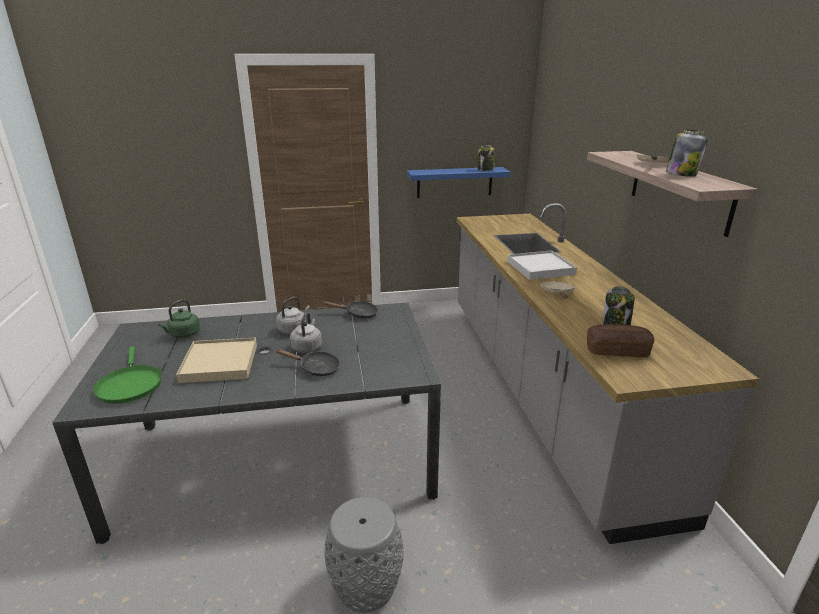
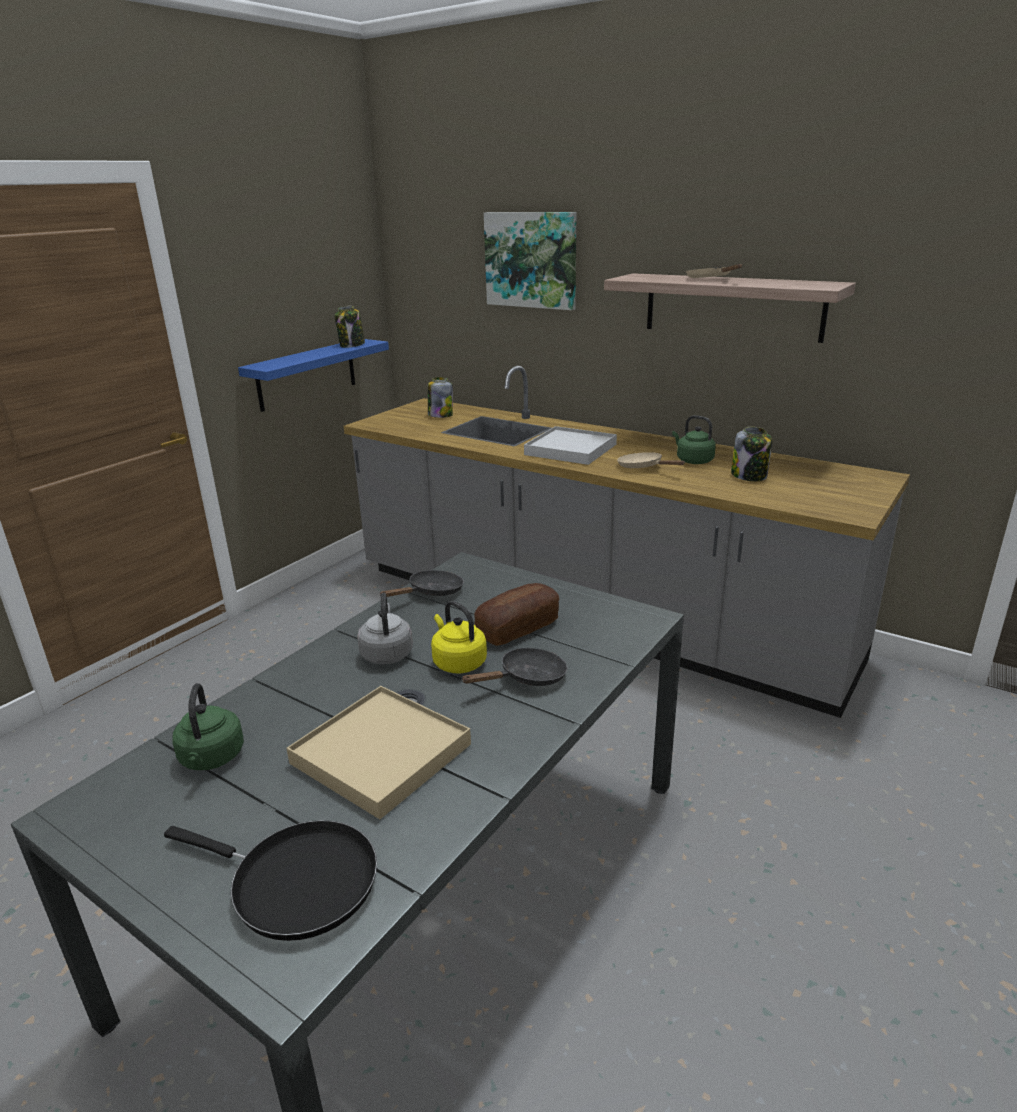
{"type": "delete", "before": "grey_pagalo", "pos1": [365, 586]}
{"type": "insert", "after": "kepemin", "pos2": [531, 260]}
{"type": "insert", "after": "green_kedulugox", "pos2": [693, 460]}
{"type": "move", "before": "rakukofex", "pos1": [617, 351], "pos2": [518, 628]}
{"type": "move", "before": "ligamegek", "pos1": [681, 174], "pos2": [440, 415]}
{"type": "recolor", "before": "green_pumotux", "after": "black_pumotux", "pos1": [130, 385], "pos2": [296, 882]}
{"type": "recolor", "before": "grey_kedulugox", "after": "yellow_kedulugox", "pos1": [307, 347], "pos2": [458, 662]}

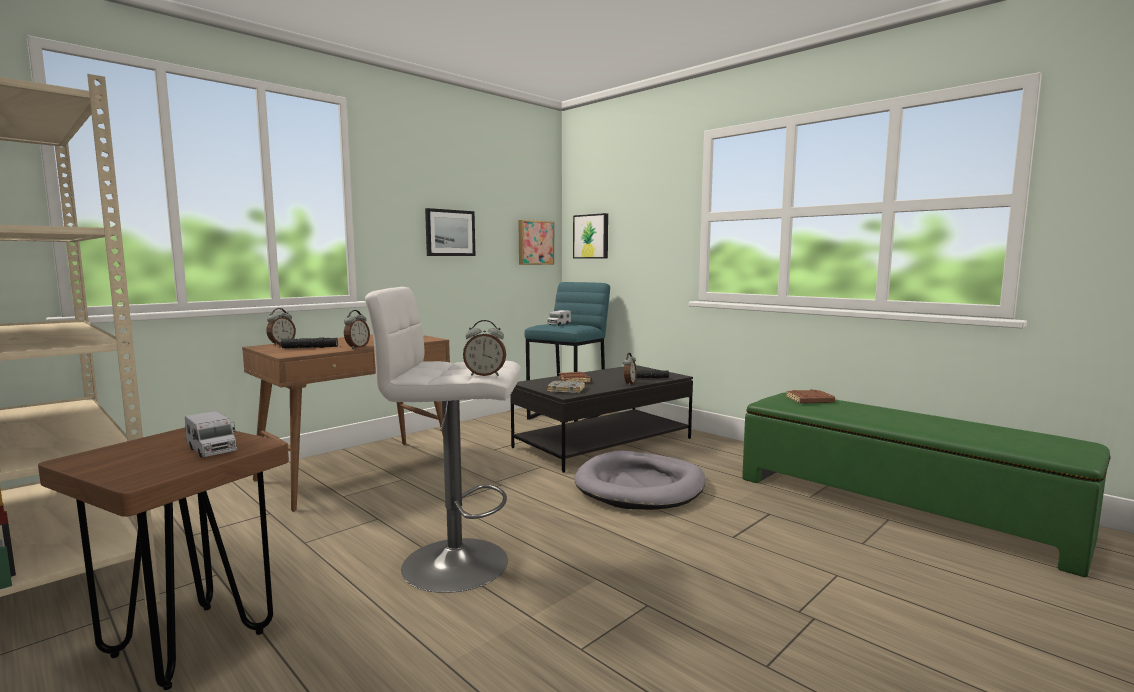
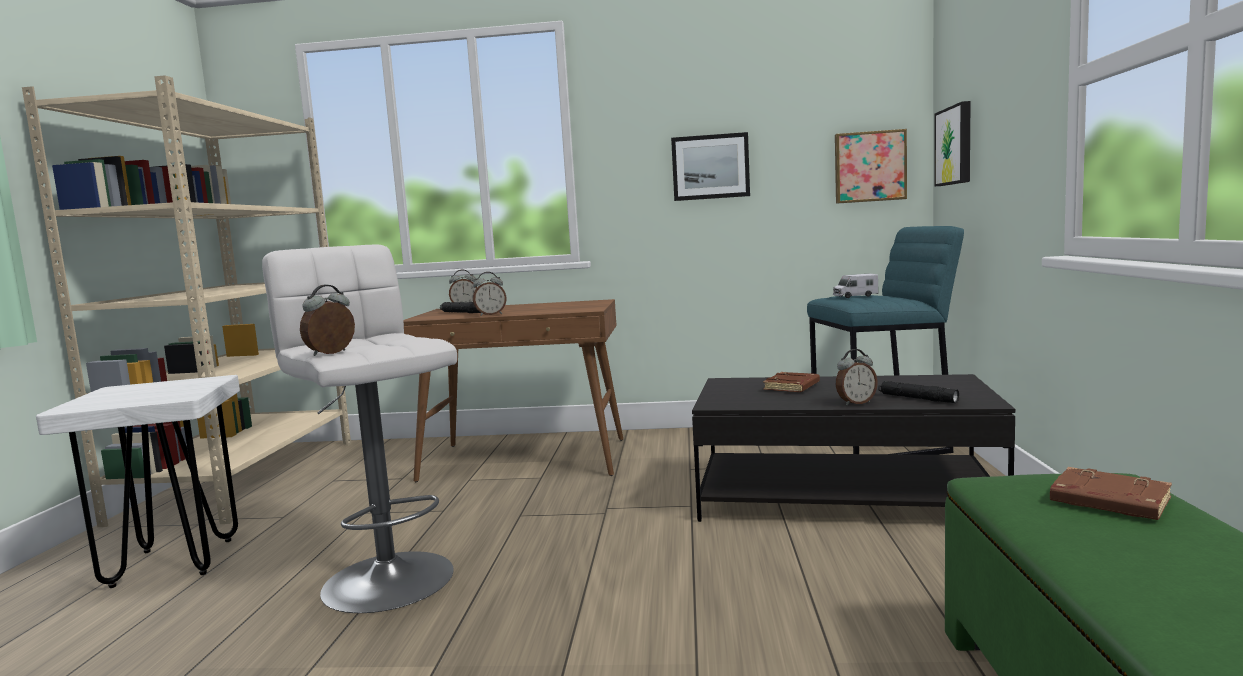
{"type": "delete", "before": "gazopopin", "pos1": [212, 450]}
{"type": "delete", "before": "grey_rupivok", "pos1": [566, 390]}
{"type": "delete", "before": "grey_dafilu", "pos1": [640, 486]}
{"type": "recolor", "before": "brown_pagalo", "after": "white_pagalo", "pos1": [188, 644], "pos2": [174, 562]}
{"type": "rotate", "before": "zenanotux", "pos1": [485, 375], "pos2": [332, 353], "turn": 75}

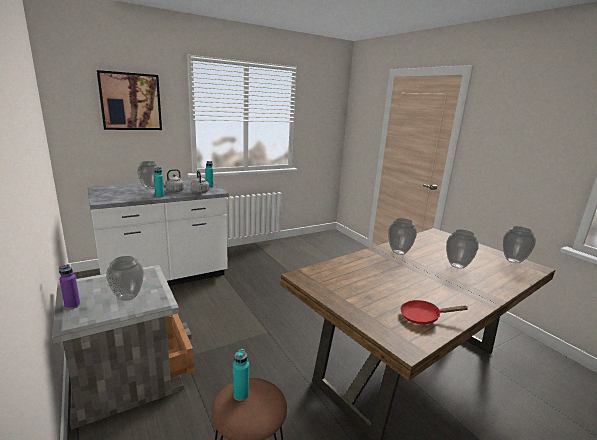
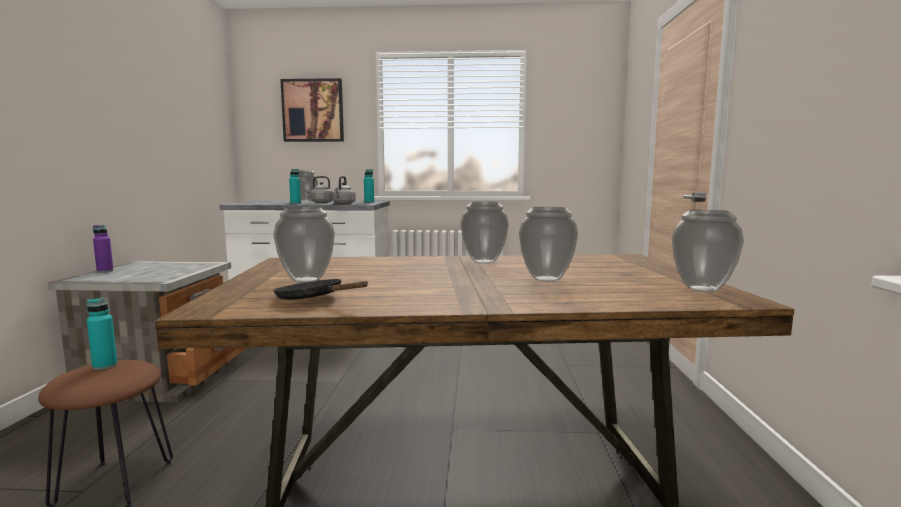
{"type": "move", "before": "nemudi", "pos1": [128, 297], "pos2": [307, 280]}
{"type": "recolor", "before": "red_pumotux", "after": "black_pumotux", "pos1": [423, 317], "pos2": [314, 299]}

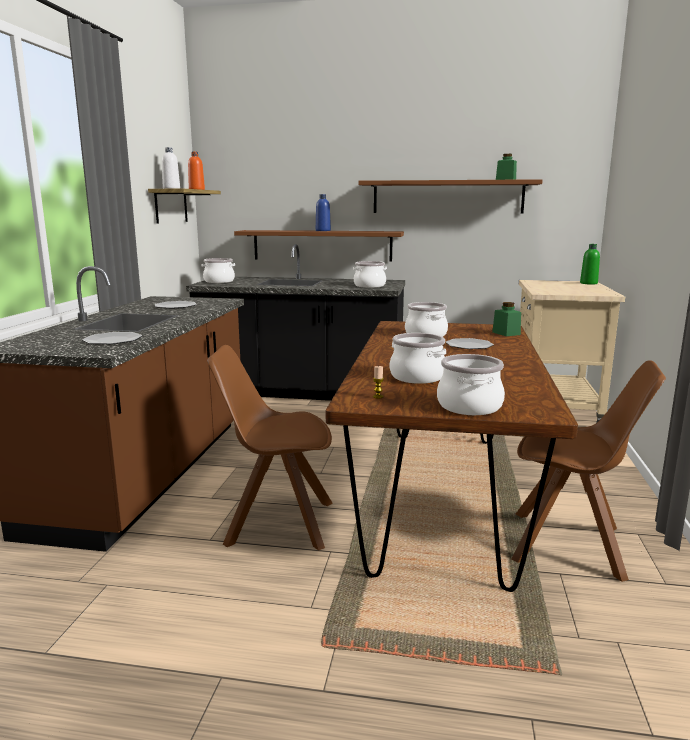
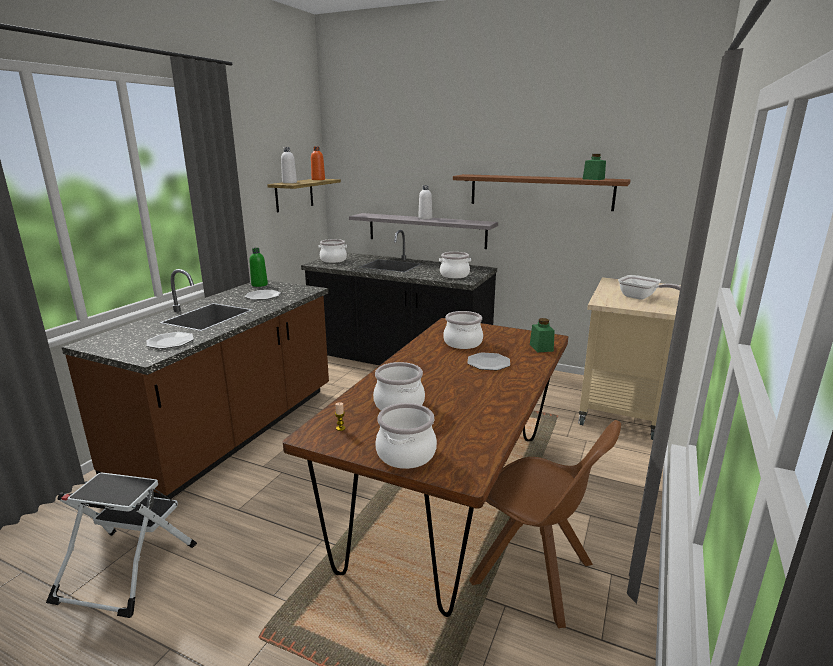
{"type": "delete", "before": "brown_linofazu", "pos1": [277, 523]}
{"type": "insert", "after": "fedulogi", "pos2": [126, 568]}
{"type": "insert", "after": "pumotux", "pos2": [641, 297]}
{"type": "move", "before": "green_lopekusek", "pos1": [588, 283], "pos2": [259, 284]}
{"type": "recolor", "before": "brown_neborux", "after": "grey_neborux", "pos1": [322, 245], "pos2": [426, 230]}
{"type": "recolor", "before": "blue_lopekusek", "after": "white_lopekusek", "pos1": [323, 230], "pos2": [425, 218]}

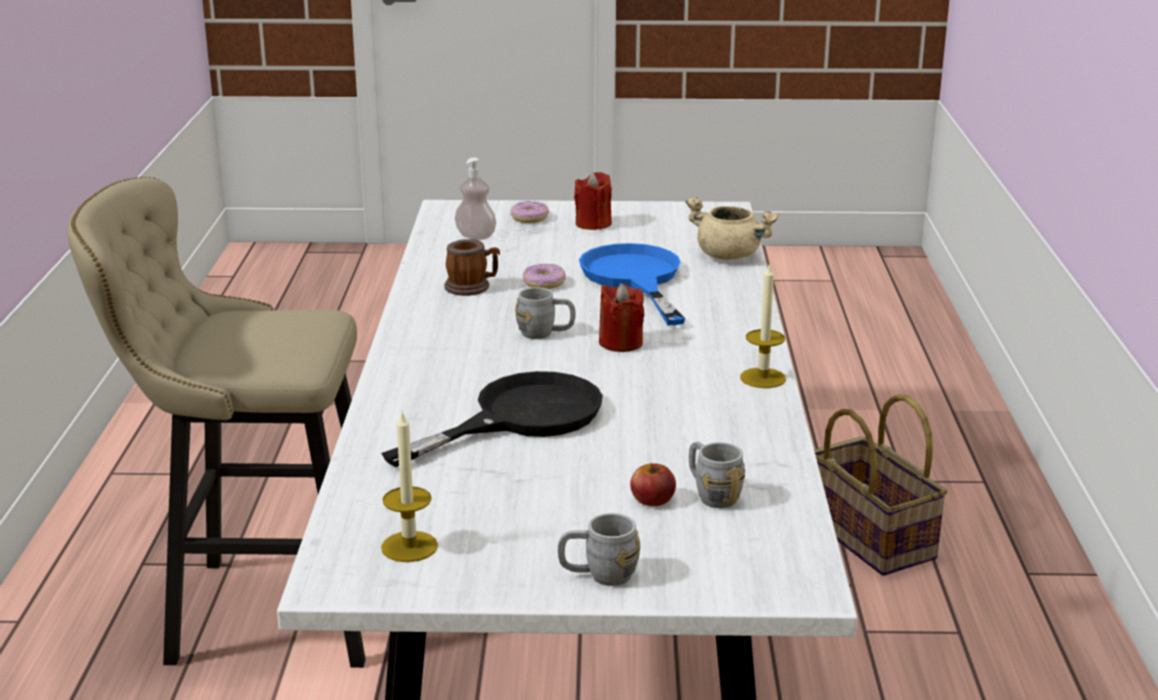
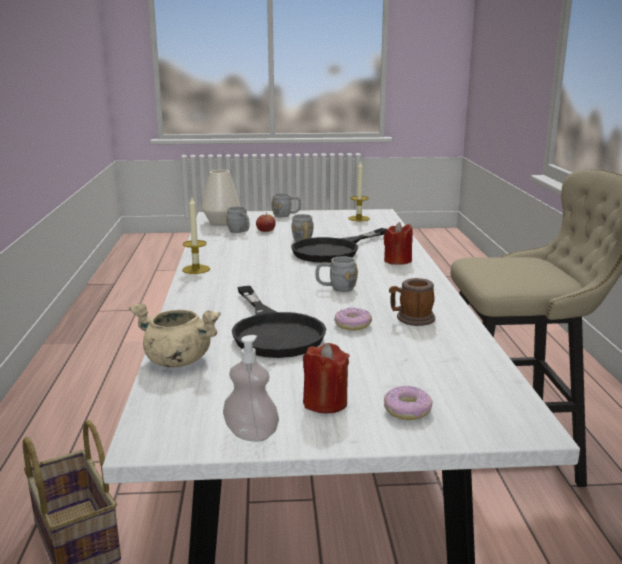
{"type": "insert", "after": "white_nemudi", "pos2": [221, 221]}
{"type": "insert", "after": "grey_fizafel", "pos2": [300, 238]}
{"type": "move", "before": "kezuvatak", "pos1": [475, 236], "pos2": [251, 434]}
{"type": "move", "before": "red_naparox", "pos1": [620, 343], "pos2": [397, 261]}
{"type": "recolor", "before": "blue_pumotux", "after": "black_pumotux", "pos1": [635, 279], "pos2": [274, 331]}

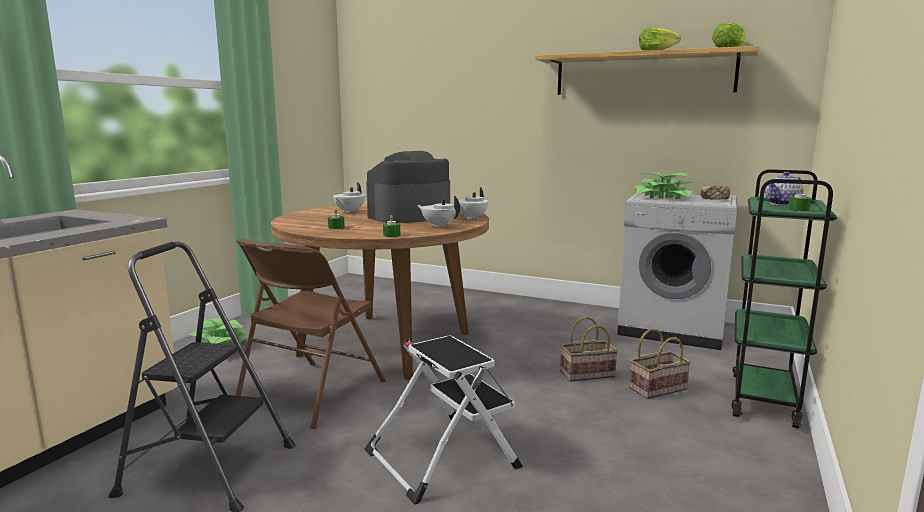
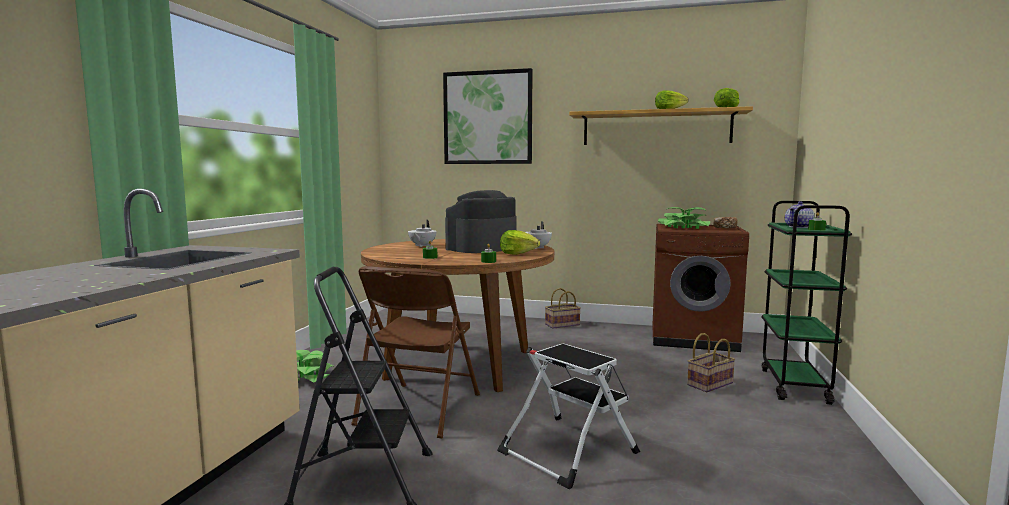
{"type": "insert", "after": "kepemin", "pos2": [487, 118]}
{"type": "move", "before": "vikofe", "pos1": [586, 375], "pos2": [562, 325]}
{"type": "replace", "before": "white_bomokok", "after": "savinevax", "pos1": [438, 226], "pos2": [518, 254]}
{"type": "recolor", "before": "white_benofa", "after": "brown_benofa", "pos1": [672, 330], "pos2": [694, 339]}

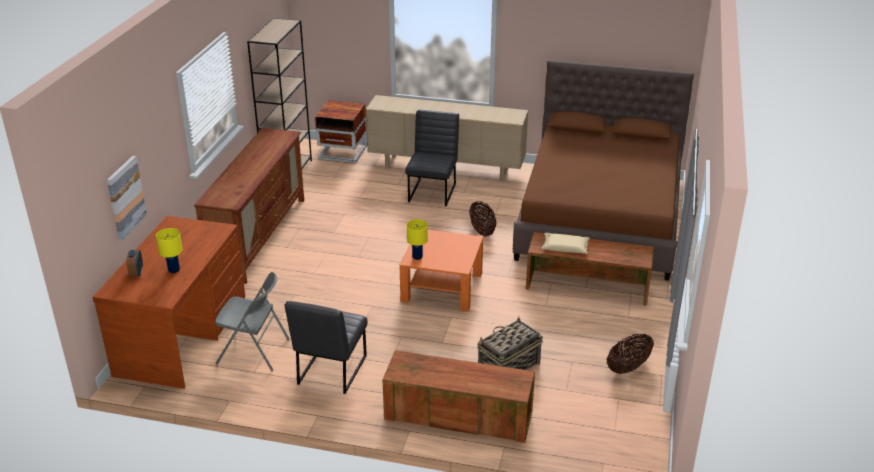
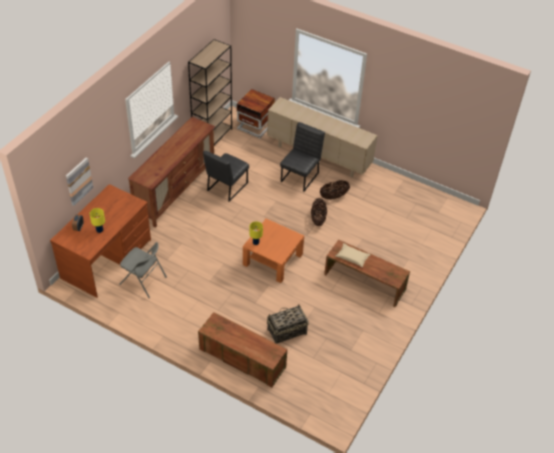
{"type": "delete", "before": "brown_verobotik", "pos1": [600, 218]}
{"type": "move", "before": "grey_linofazu", "pos1": [331, 371], "pos2": [226, 187]}
{"type": "move", "before": "vikofe", "pos1": [628, 367], "pos2": [333, 196]}

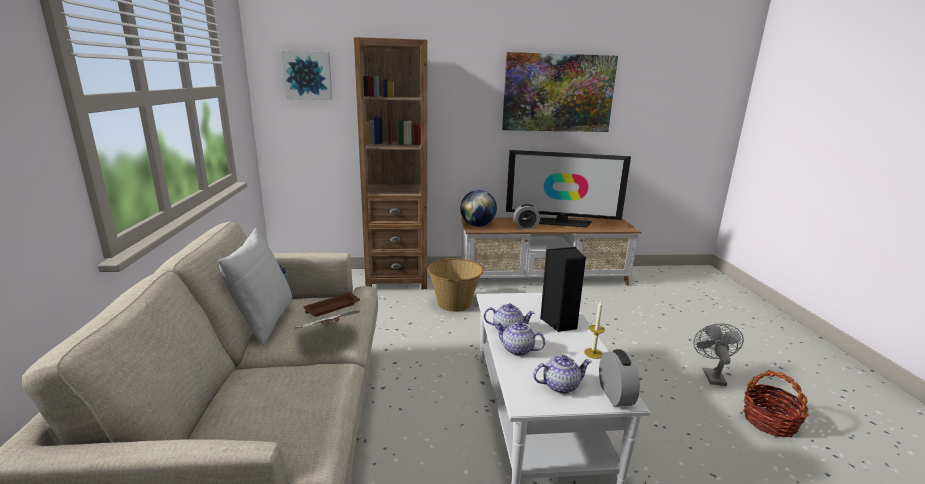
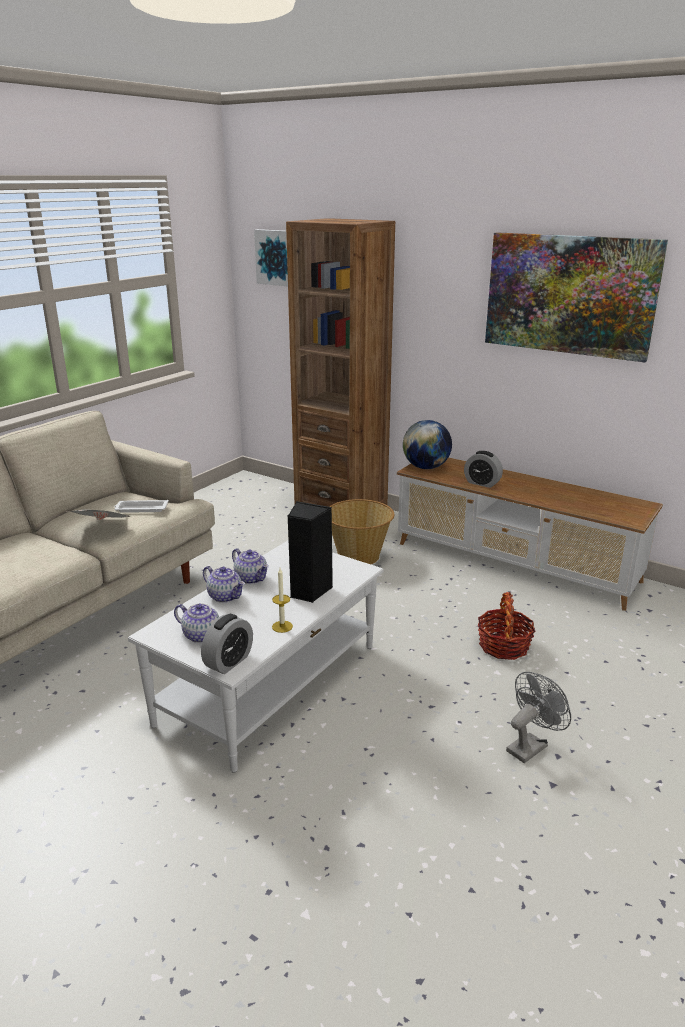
{"type": "delete", "before": "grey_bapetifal", "pos1": [264, 322]}
{"type": "delete", "before": "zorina", "pos1": [561, 222]}
{"type": "move", "before": "vikofe", "pos1": [769, 421], "pos2": [503, 646]}
{"type": "recolor", "before": "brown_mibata", "after": "white_mibata", "pos1": [331, 308], "pos2": [141, 509]}
{"type": "rotate", "before": "bomokok", "pos1": [517, 350], "pos2": [225, 596], "turn": 150}

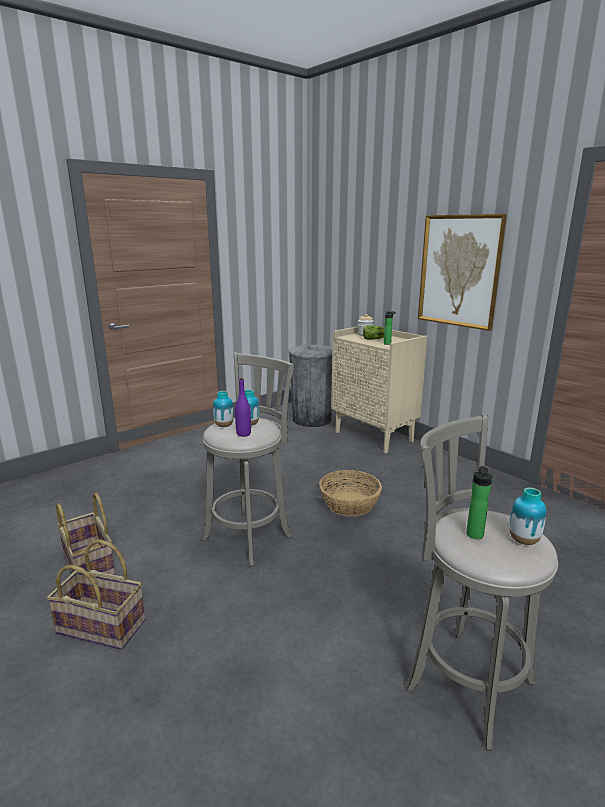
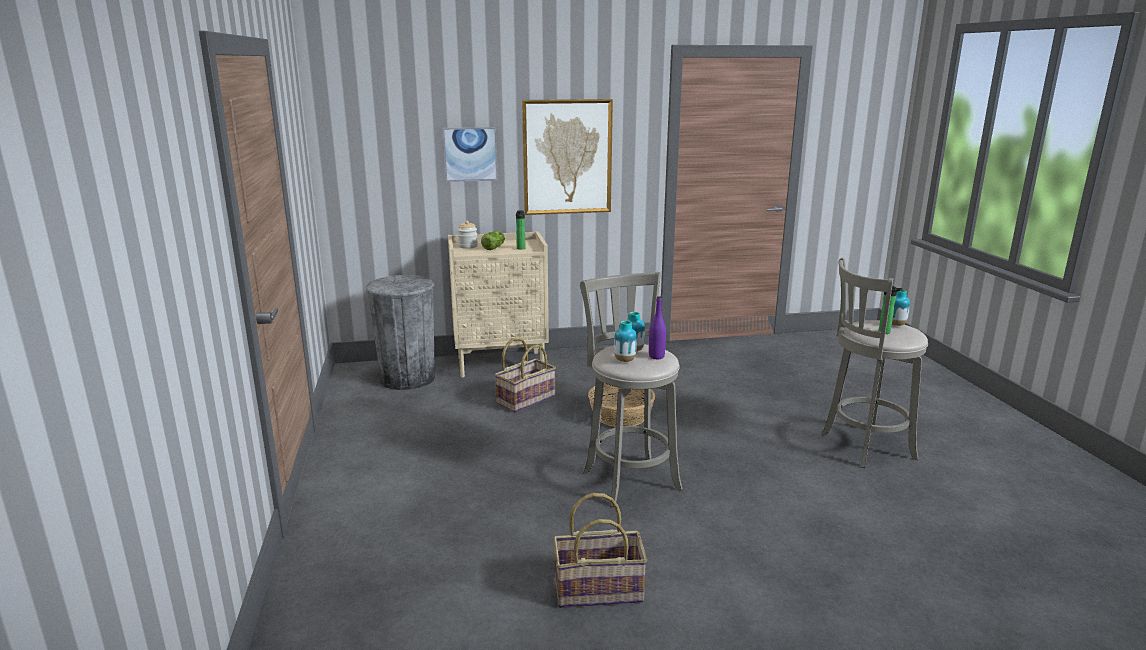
{"type": "insert", "after": "kepemin", "pos2": [470, 154]}
{"type": "move", "before": "vikofe", "pos1": [102, 626], "pos2": [525, 399]}

